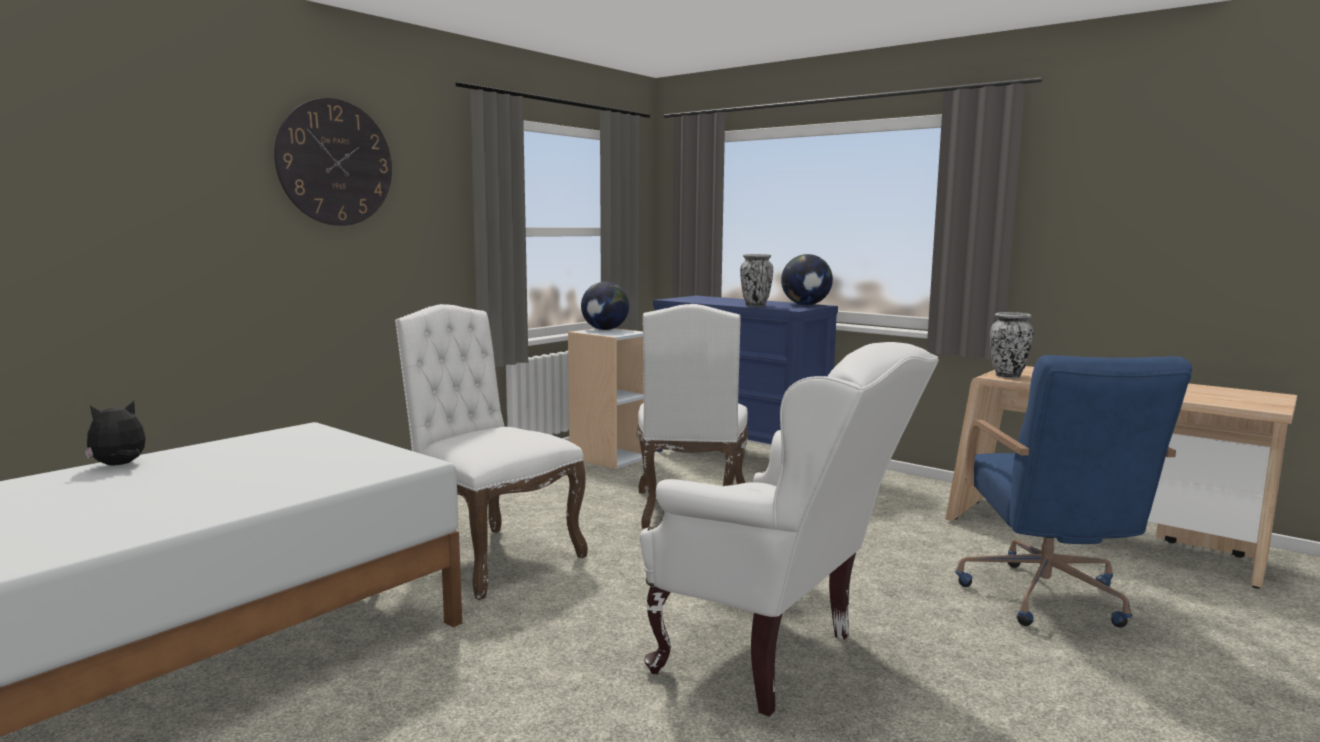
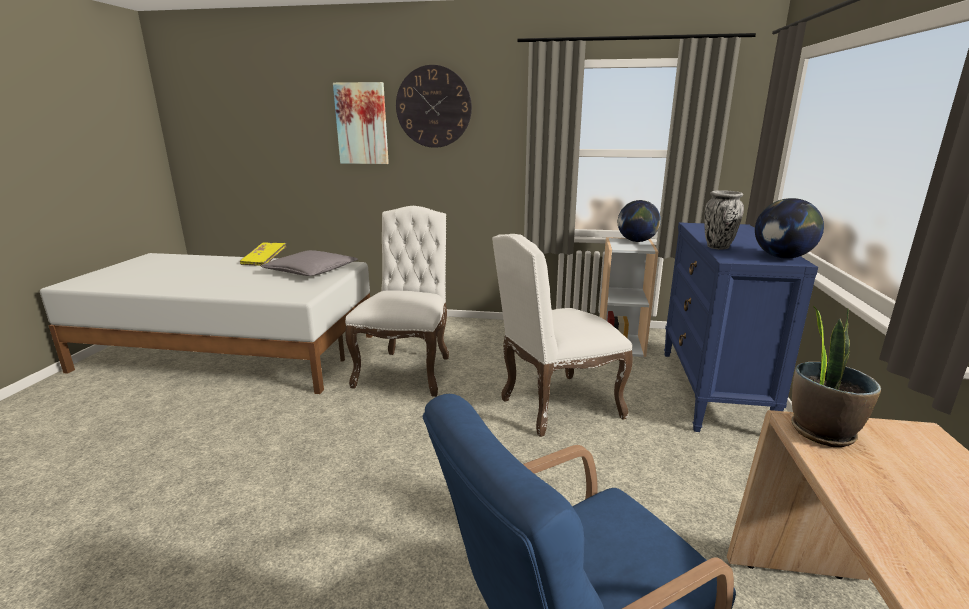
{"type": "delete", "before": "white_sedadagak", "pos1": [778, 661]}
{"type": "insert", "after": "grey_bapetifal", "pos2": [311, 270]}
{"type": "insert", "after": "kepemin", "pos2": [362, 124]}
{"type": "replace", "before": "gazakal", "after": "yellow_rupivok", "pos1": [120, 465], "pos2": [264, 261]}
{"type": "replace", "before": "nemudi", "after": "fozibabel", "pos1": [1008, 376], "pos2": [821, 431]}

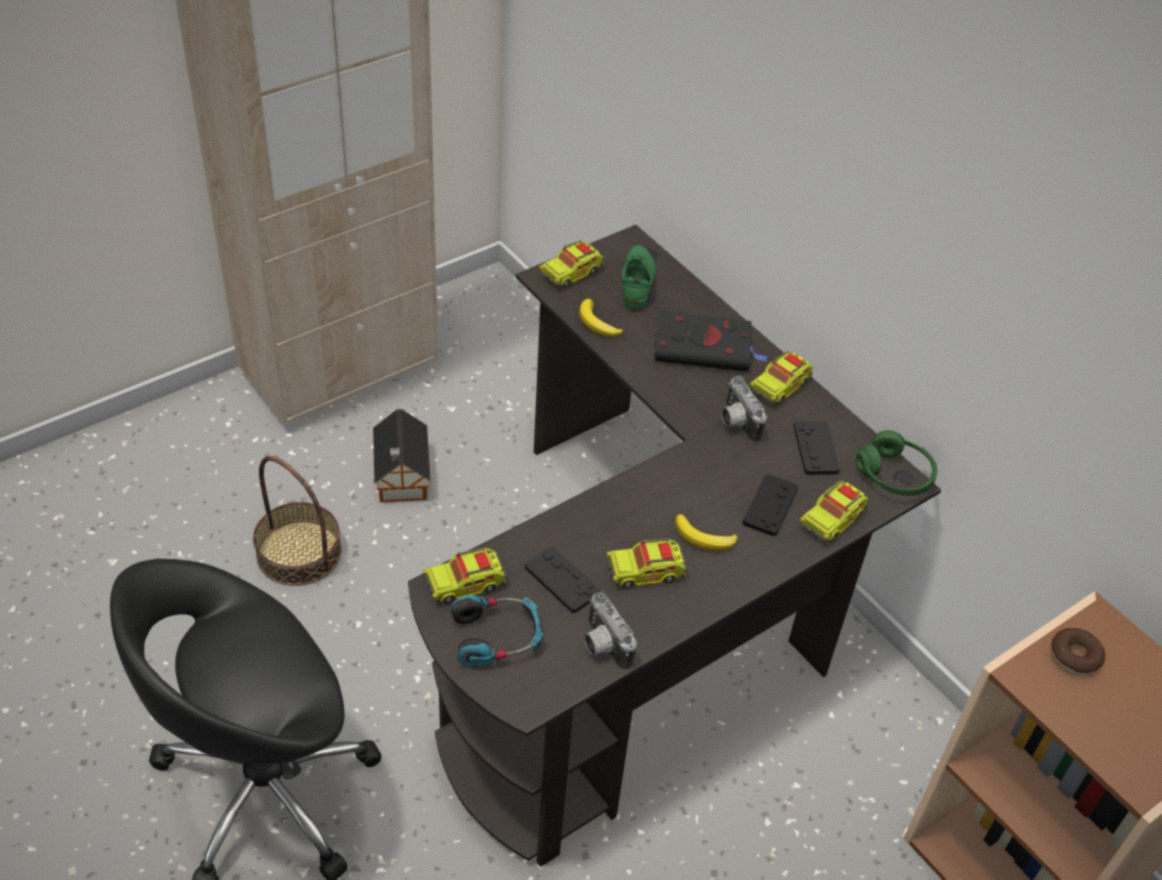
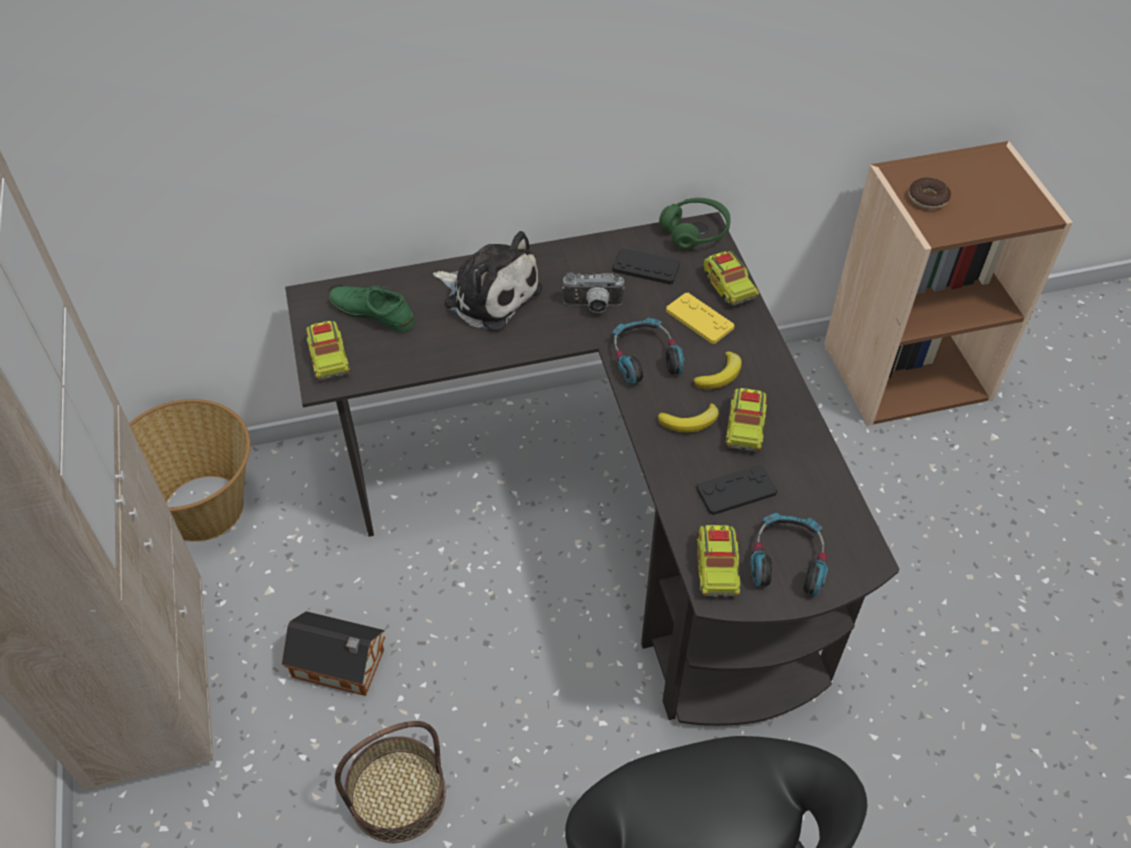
{"type": "delete", "before": "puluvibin", "pos1": [602, 645]}
{"type": "delete", "before": "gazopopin", "pos1": [780, 386]}
{"type": "insert", "after": "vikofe", "pos2": [203, 509]}
{"type": "insert", "after": "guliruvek", "pos2": [645, 358]}
{"type": "move", "before": "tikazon", "pos1": [597, 323], "pos2": [690, 422]}
{"type": "replace", "before": "black_rupivok", "after": "gazakal", "pos1": [705, 348], "pos2": [489, 294]}
{"type": "recolor", "before": "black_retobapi", "after": "yellow_retobapi", "pos1": [770, 506], "pos2": [699, 319]}

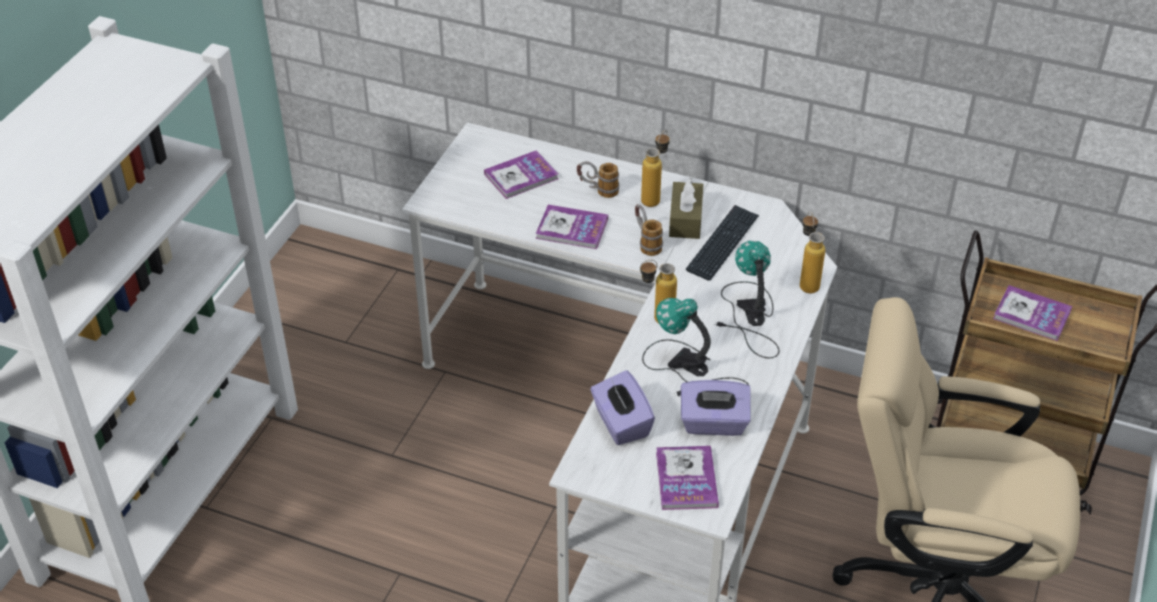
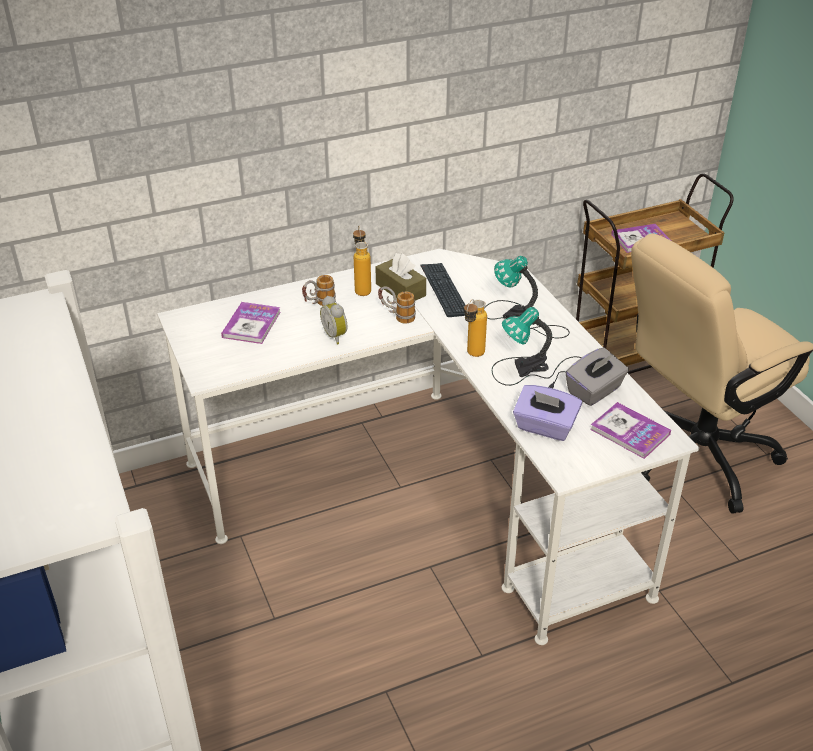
{"type": "delete", "before": "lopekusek", "pos1": [806, 282]}
{"type": "replace", "before": "rupivok", "after": "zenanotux", "pos1": [572, 229], "pos2": [336, 336]}
{"type": "recolor", "before": "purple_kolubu", "after": "grey_kolubu", "pos1": [713, 423], "pos2": [595, 391]}

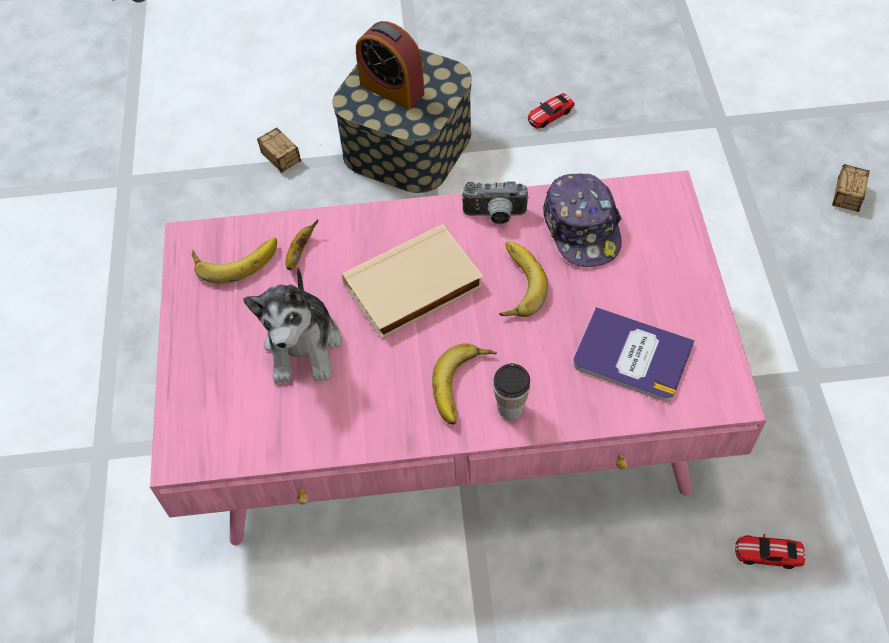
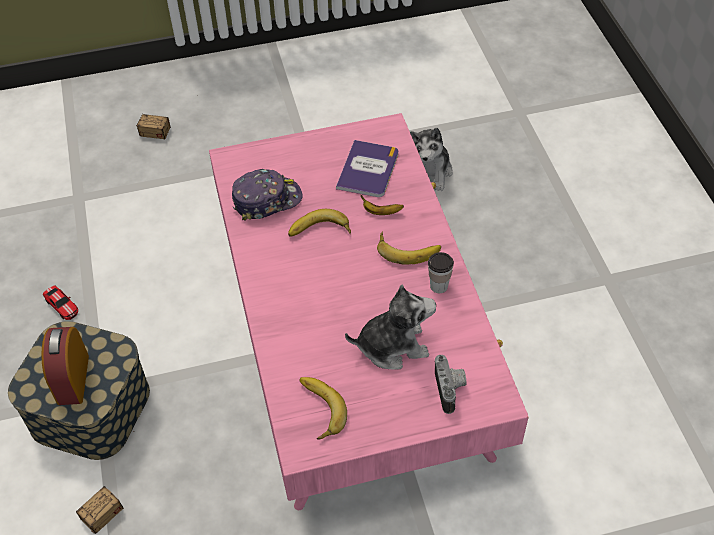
{"type": "delete", "before": "beige_rupivok", "pos1": [414, 288]}
{"type": "move", "before": "tikazon", "pos1": [299, 253], "pos2": [381, 212]}
{"type": "move", "before": "puluvibin", "pos1": [495, 216], "pos2": [451, 390]}
{"type": "move", "before": "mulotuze", "pos1": [510, 408], "pos2": [438, 286]}
{"type": "replace", "before": "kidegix", "after": "gazakal", "pos1": [768, 554], "pos2": [431, 172]}
{"type": "rotate", "before": "zenanotux", "pos1": [392, 89], "pos2": [73, 379], "turn": 150}

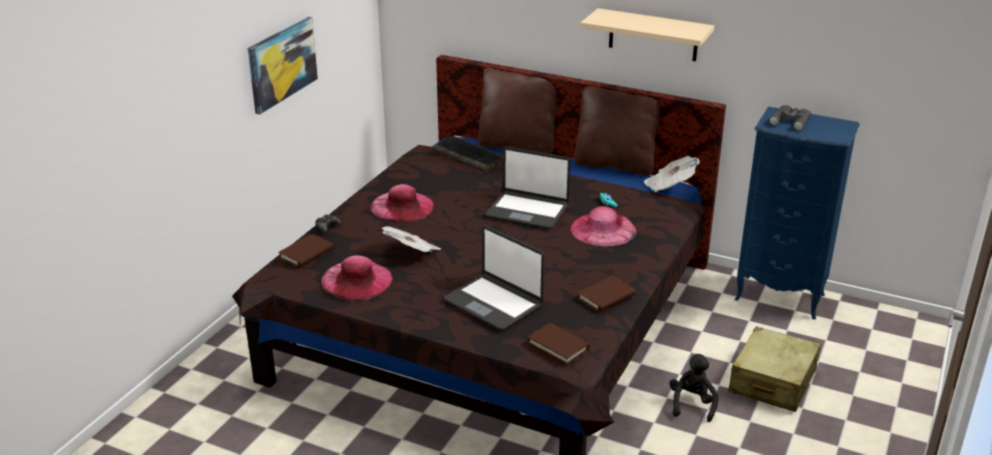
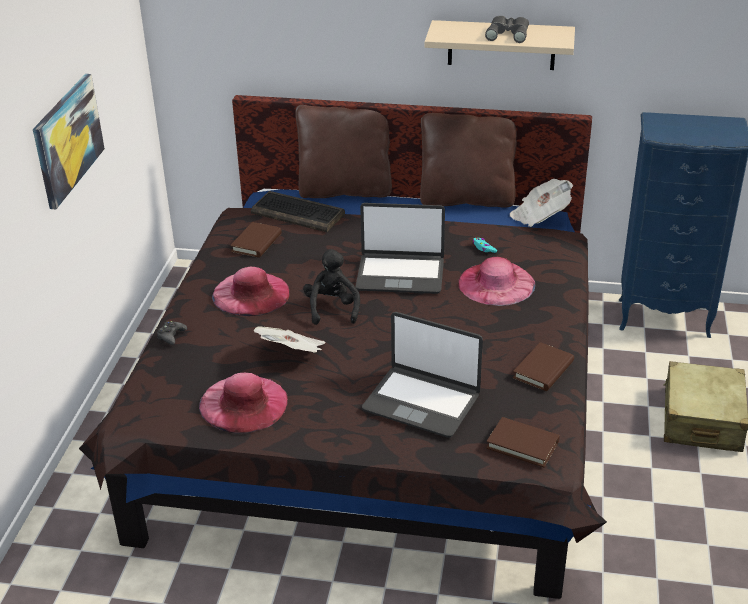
{"type": "move", "before": "brown_rupivok", "pos1": [306, 254], "pos2": [256, 243]}
{"type": "move", "before": "black_gazakal", "pos1": [692, 404], "pos2": [332, 308]}
{"type": "move", "before": "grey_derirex", "pos1": [791, 121], "pos2": [508, 33]}

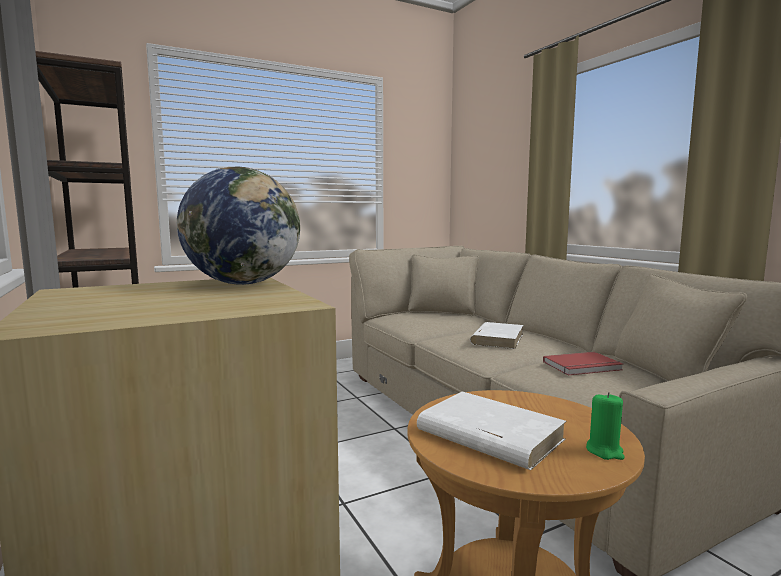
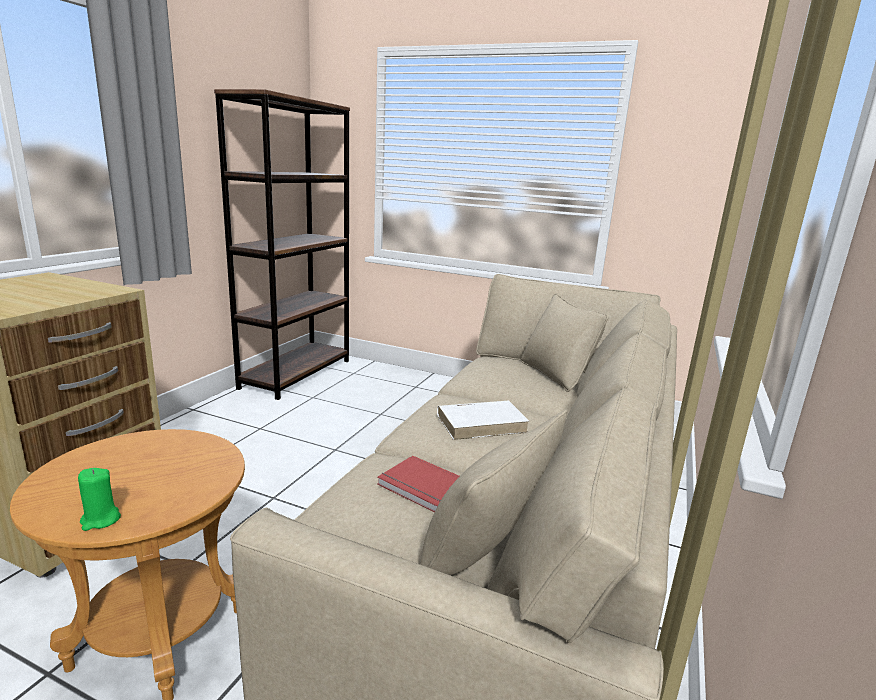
{"type": "delete", "before": "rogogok", "pos1": [244, 283]}
{"type": "delete", "before": "white_rupivok", "pos1": [488, 435]}

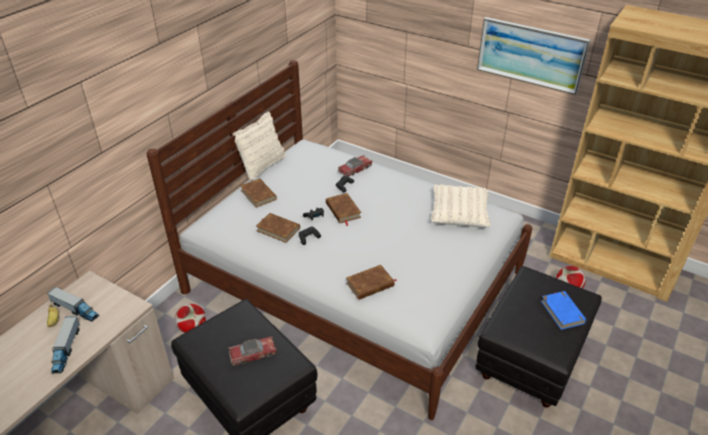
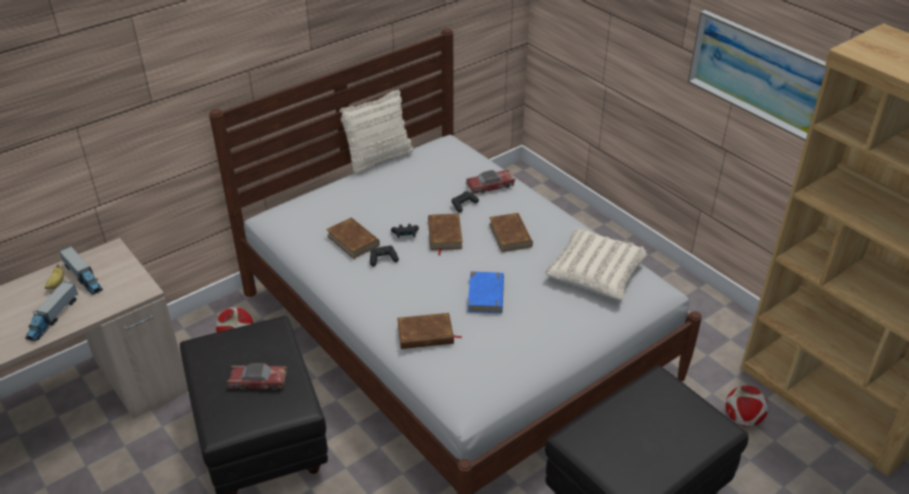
{"type": "move", "before": "brown_rupivok", "pos1": [258, 194], "pos2": [510, 235]}
{"type": "move", "before": "blue_rupivok", "pos1": [562, 312], "pos2": [486, 295]}

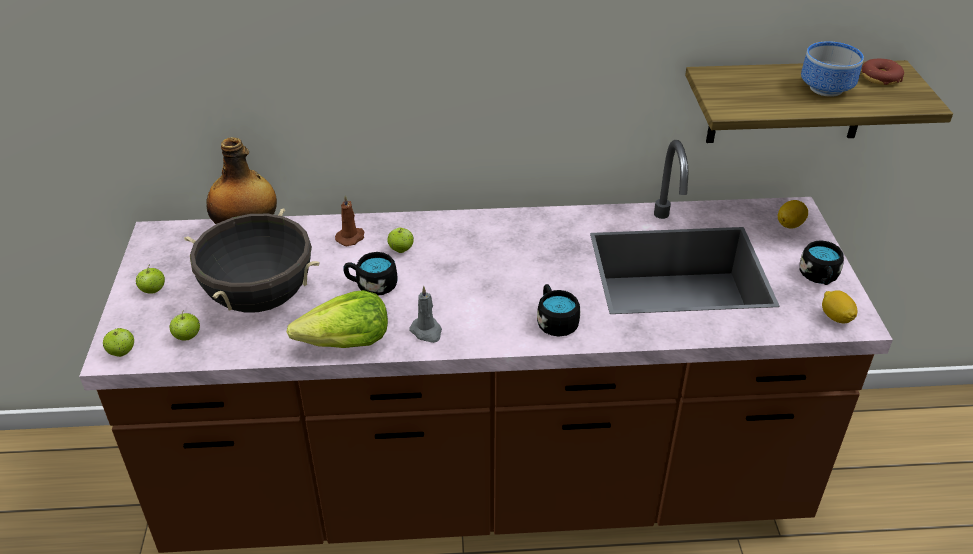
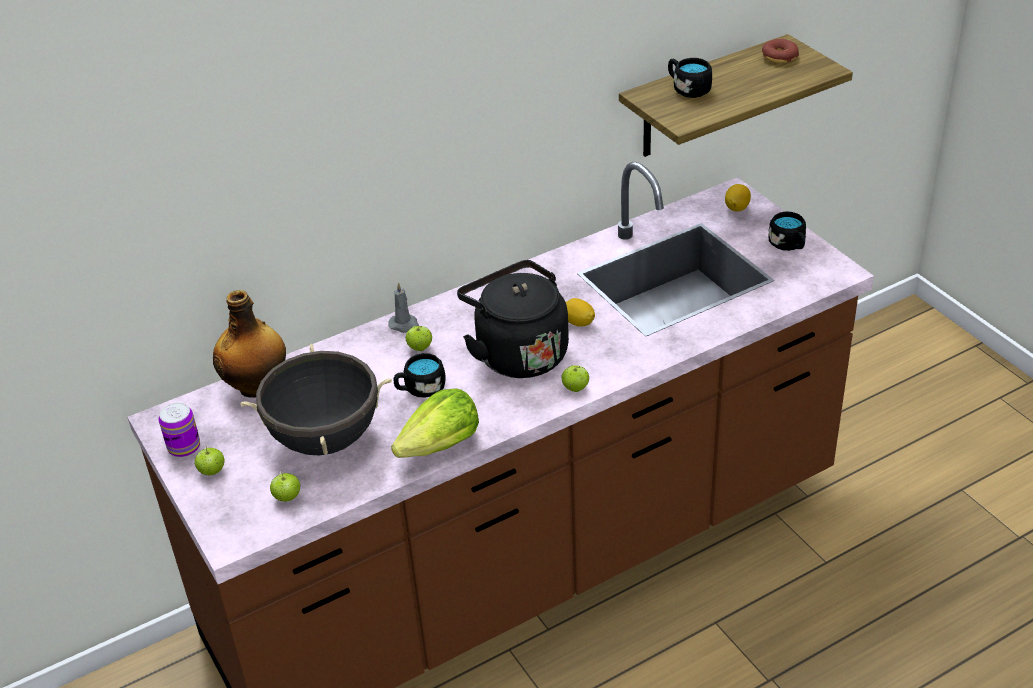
{"type": "delete", "before": "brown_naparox", "pos1": [351, 237]}
{"type": "delete", "before": "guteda", "pos1": [828, 89]}
{"type": "insert", "after": "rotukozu", "pos2": [184, 447]}
{"type": "insert", "after": "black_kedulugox", "pos2": [517, 353]}
{"type": "move", "before": "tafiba", "pos1": [122, 352], "pos2": [575, 388]}
{"type": "move", "before": "grey_naparox", "pos1": [427, 331], "pos2": [405, 325]}
{"type": "move", "before": "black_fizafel", "pos1": [555, 321], "pos2": [687, 89]}
{"type": "move", "before": "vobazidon", "pos1": [835, 317], "pos2": [578, 323]}

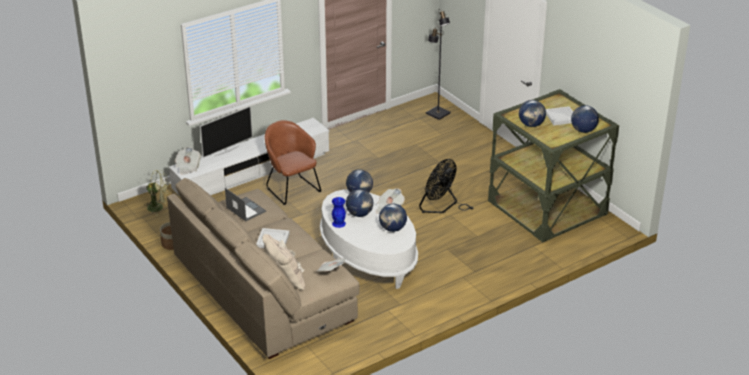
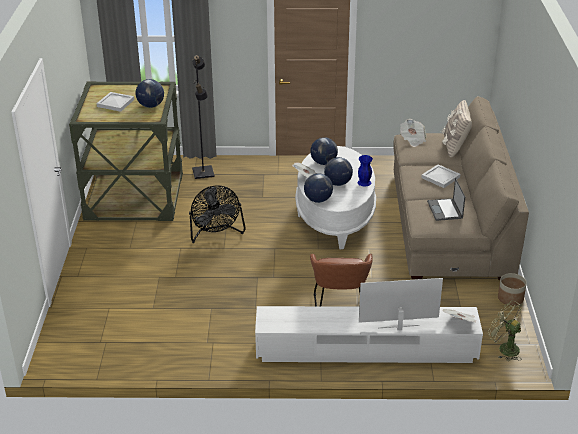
{"type": "delete", "before": "rogogok", "pos1": [583, 130]}
{"type": "move", "before": "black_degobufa", "pos1": [438, 113], "pos2": [203, 173]}

